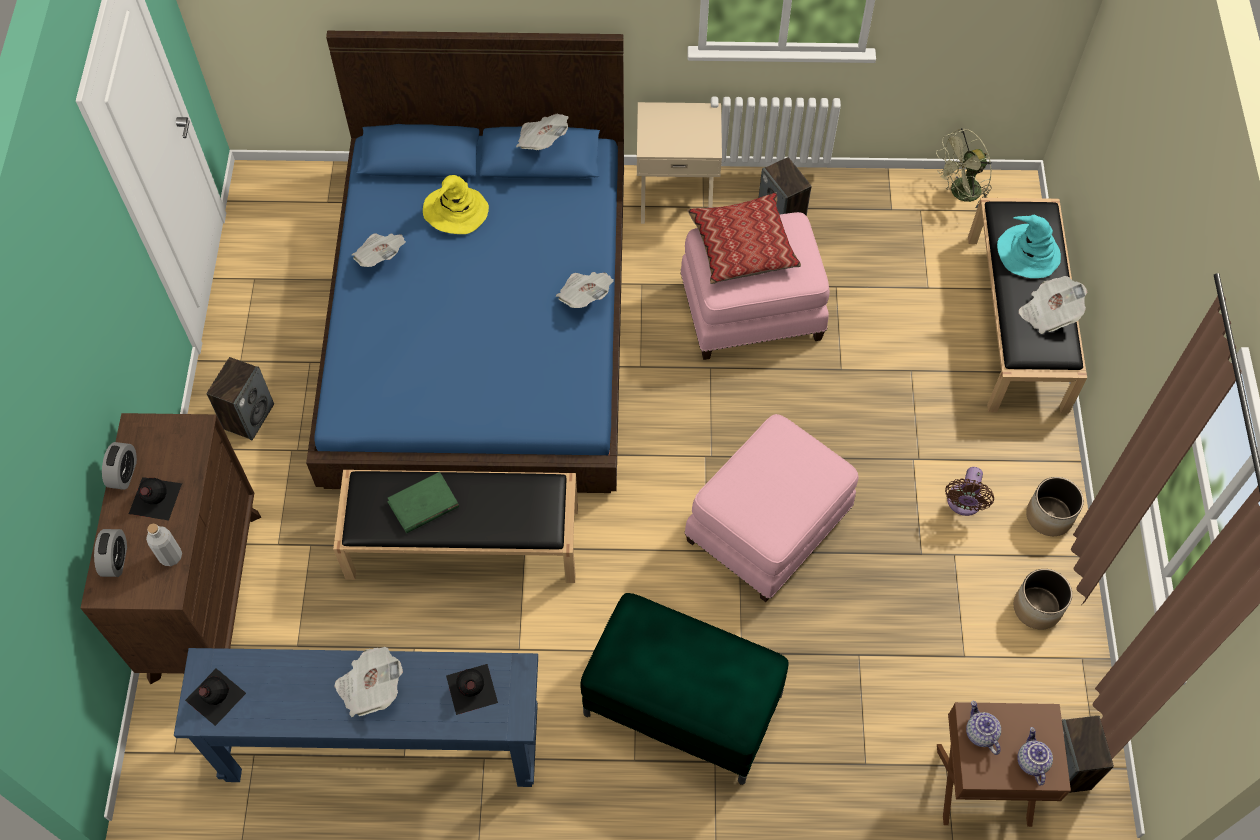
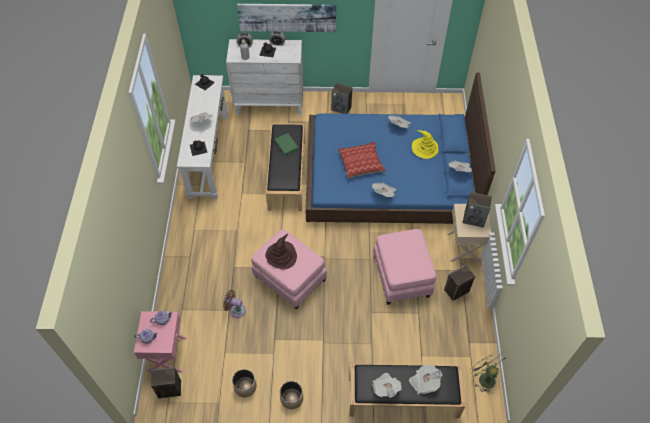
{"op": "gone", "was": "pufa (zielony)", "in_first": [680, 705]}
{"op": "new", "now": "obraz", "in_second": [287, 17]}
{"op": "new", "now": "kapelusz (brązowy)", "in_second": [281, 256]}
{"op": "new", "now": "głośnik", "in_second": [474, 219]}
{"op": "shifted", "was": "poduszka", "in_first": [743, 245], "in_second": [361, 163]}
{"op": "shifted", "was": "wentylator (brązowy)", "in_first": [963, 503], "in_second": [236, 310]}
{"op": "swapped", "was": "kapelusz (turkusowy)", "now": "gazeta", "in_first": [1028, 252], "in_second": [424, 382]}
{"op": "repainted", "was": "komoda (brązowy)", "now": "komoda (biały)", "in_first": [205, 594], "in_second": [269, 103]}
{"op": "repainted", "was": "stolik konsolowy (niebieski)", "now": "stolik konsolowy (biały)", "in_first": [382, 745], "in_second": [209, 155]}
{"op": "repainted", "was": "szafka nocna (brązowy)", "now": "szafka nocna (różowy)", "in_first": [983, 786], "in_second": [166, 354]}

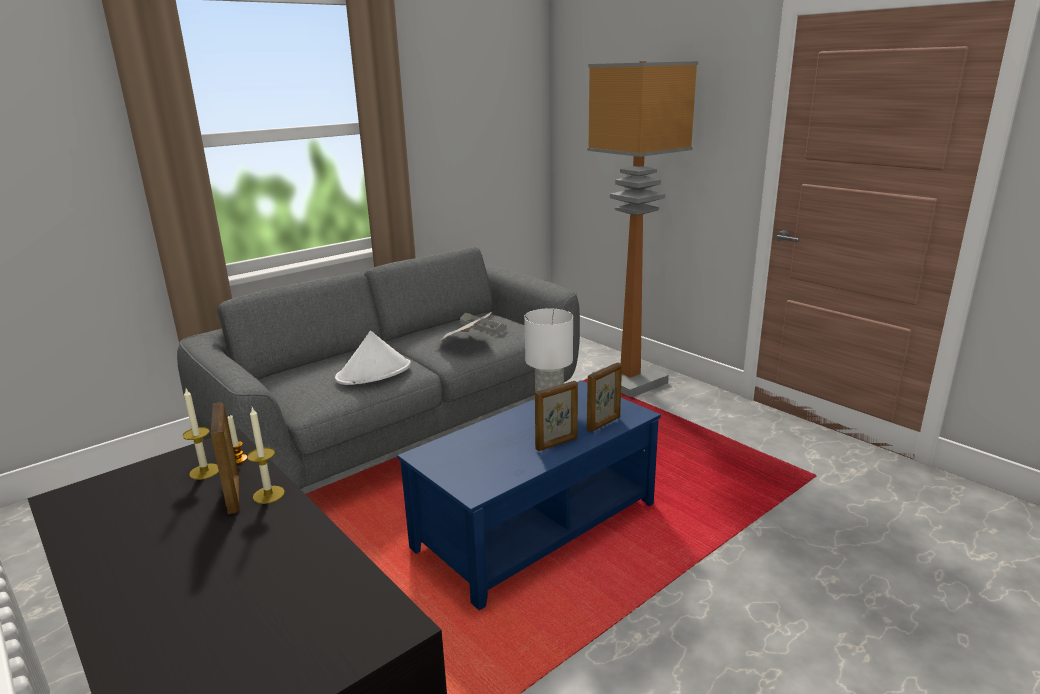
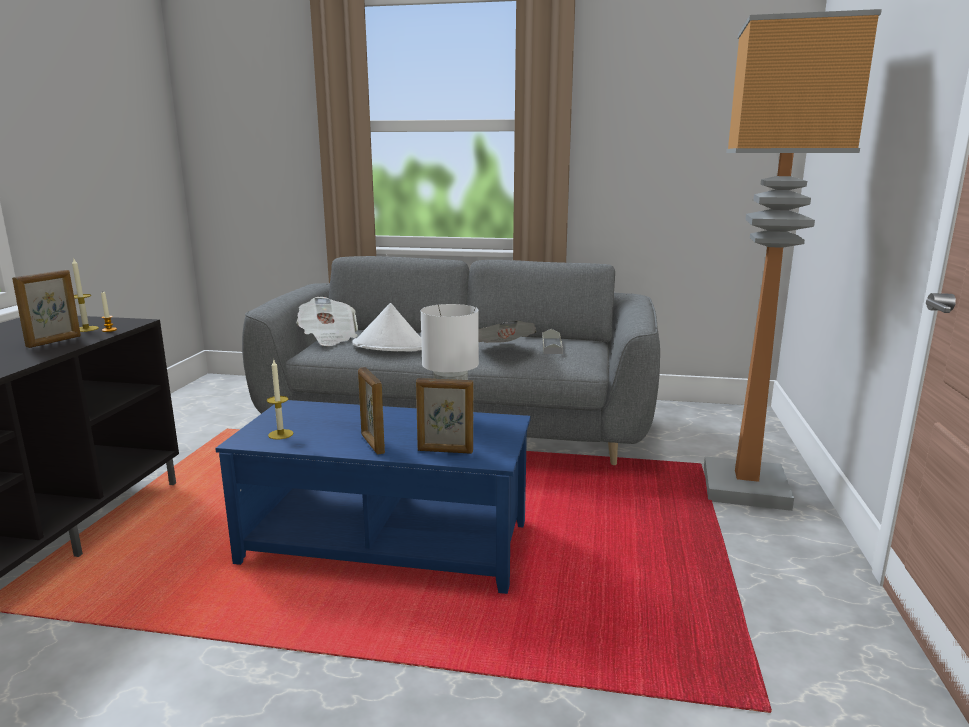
{"op": "new", "now": "gazeta", "in_second": [329, 338]}
{"op": "shifted", "was": "świeca", "in_first": [268, 494], "in_second": [280, 434]}
{"op": "rotated", "was": "ramka na zdjęcie", "in_first": [557, 444], "in_second": [372, 444], "clockwise": 45}

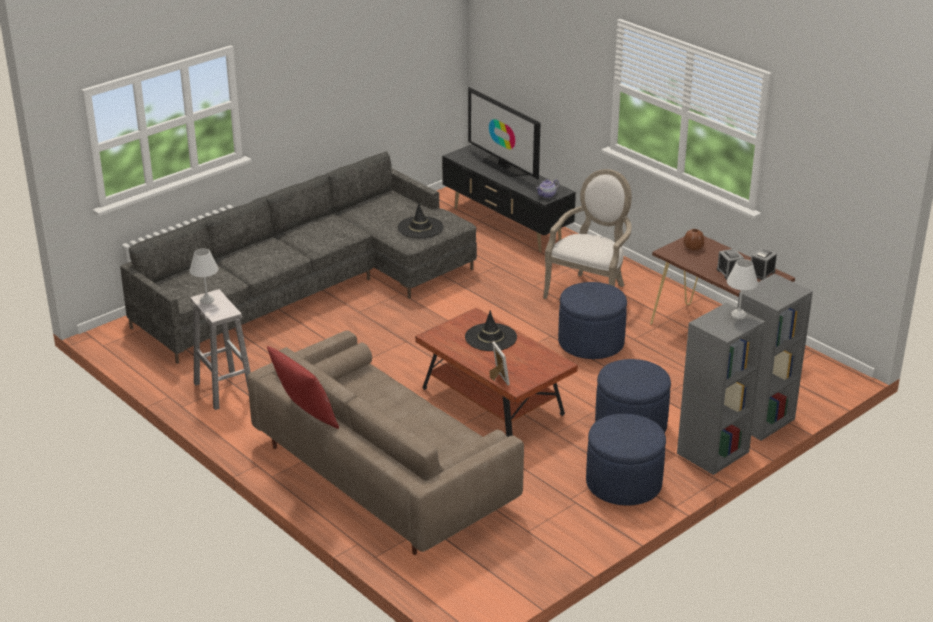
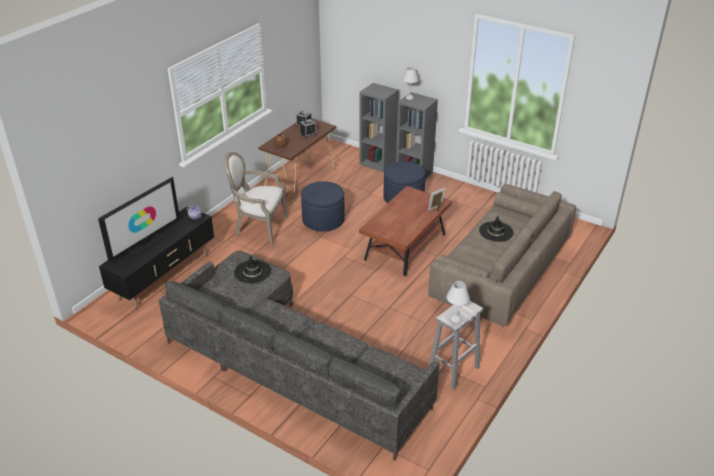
{"op": "gone", "was": "poduszka (czerwony)", "in_first": [305, 417]}
{"op": "gone", "was": "pufa (niebieski)", "in_first": [623, 484]}
{"op": "shifted", "was": "kapelusz (czarny)", "in_first": [490, 337], "in_second": [496, 232]}

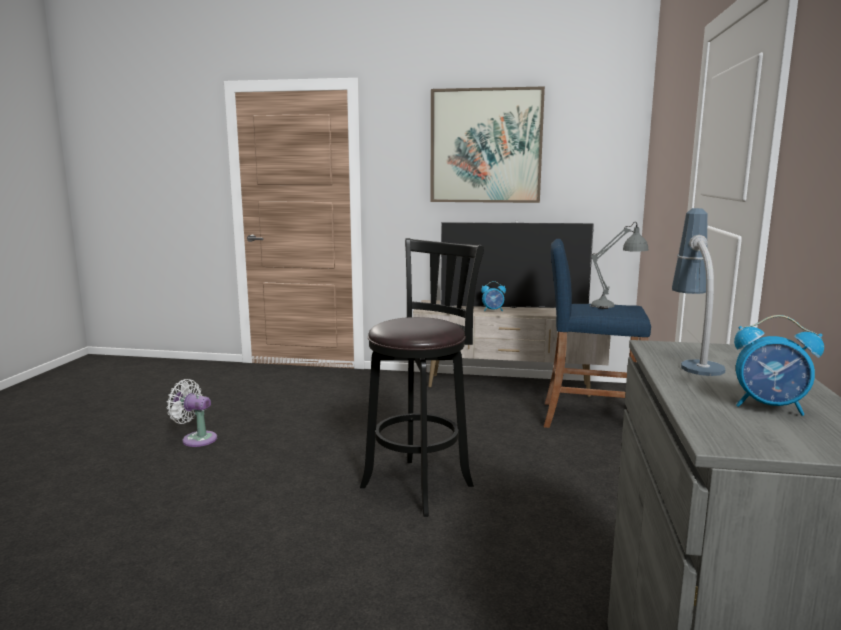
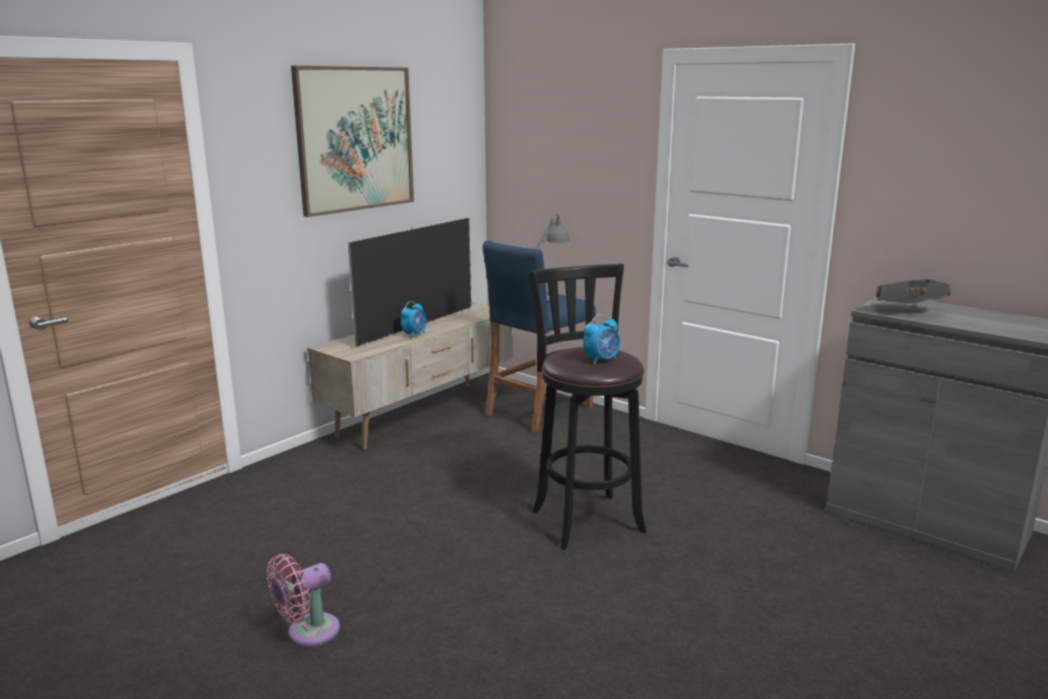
{"op": "shifted", "was": "budzik", "in_first": [770, 407], "in_second": [601, 360]}
{"op": "swapped", "was": "lampa stołowa", "now": "gazeta", "in_first": [692, 360], "in_second": [909, 311]}
{"op": "repainted", "was": "wentylator (biały)", "now": "wentylator (różowy)", "in_first": [196, 439], "in_second": [308, 633]}

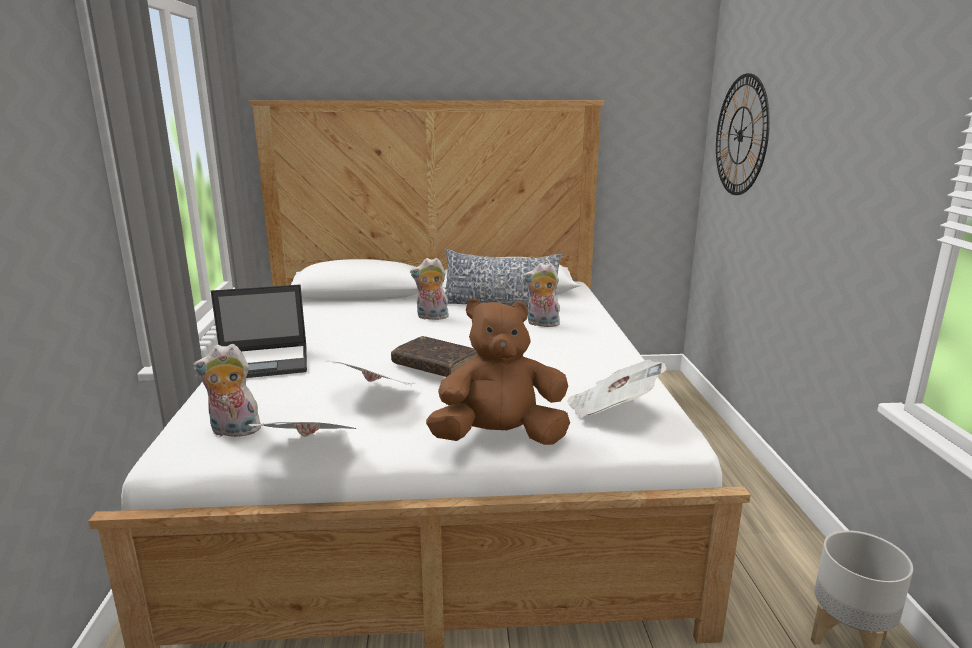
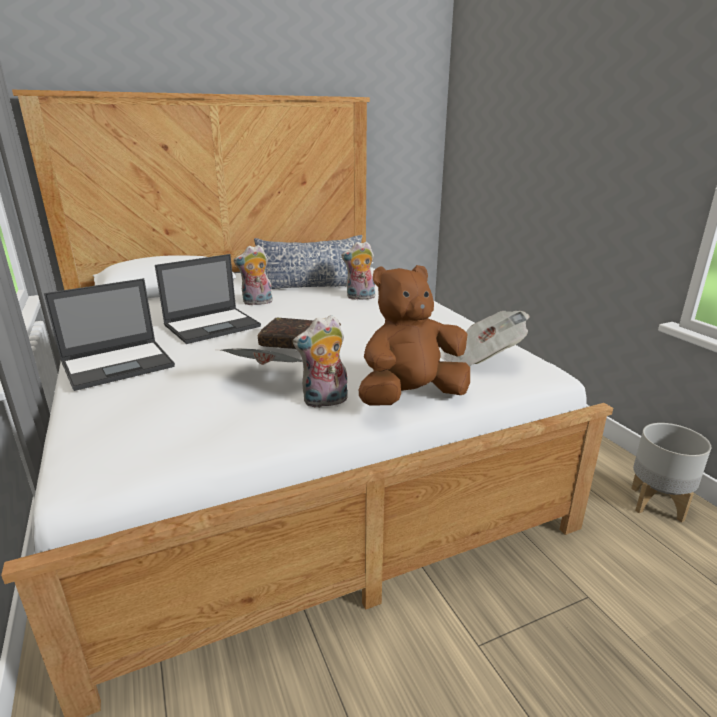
{"op": "gone", "was": "gazeta", "in_first": [310, 451]}
{"op": "gone", "was": "zegar ścienny", "in_first": [741, 135]}
{"op": "new", "now": "laptop", "in_second": [213, 325]}
{"op": "shifted", "was": "pluszak", "in_first": [233, 431], "in_second": [325, 401]}

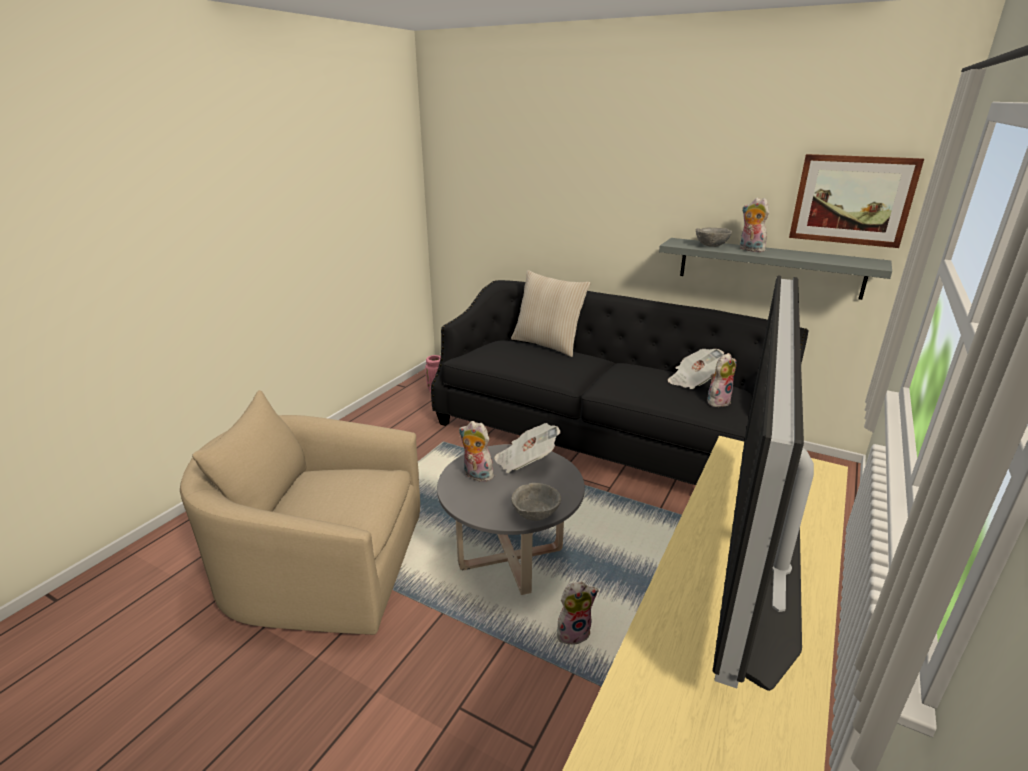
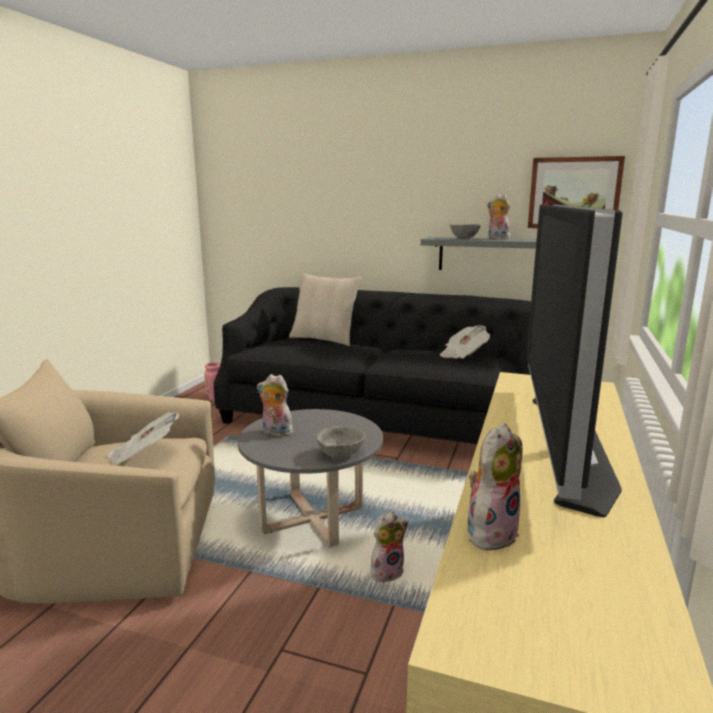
{"op": "shifted", "was": "gazeta", "in_first": [525, 462], "in_second": [144, 455]}
{"op": "shifted", "was": "pluszak", "in_first": [718, 401], "in_second": [490, 532]}

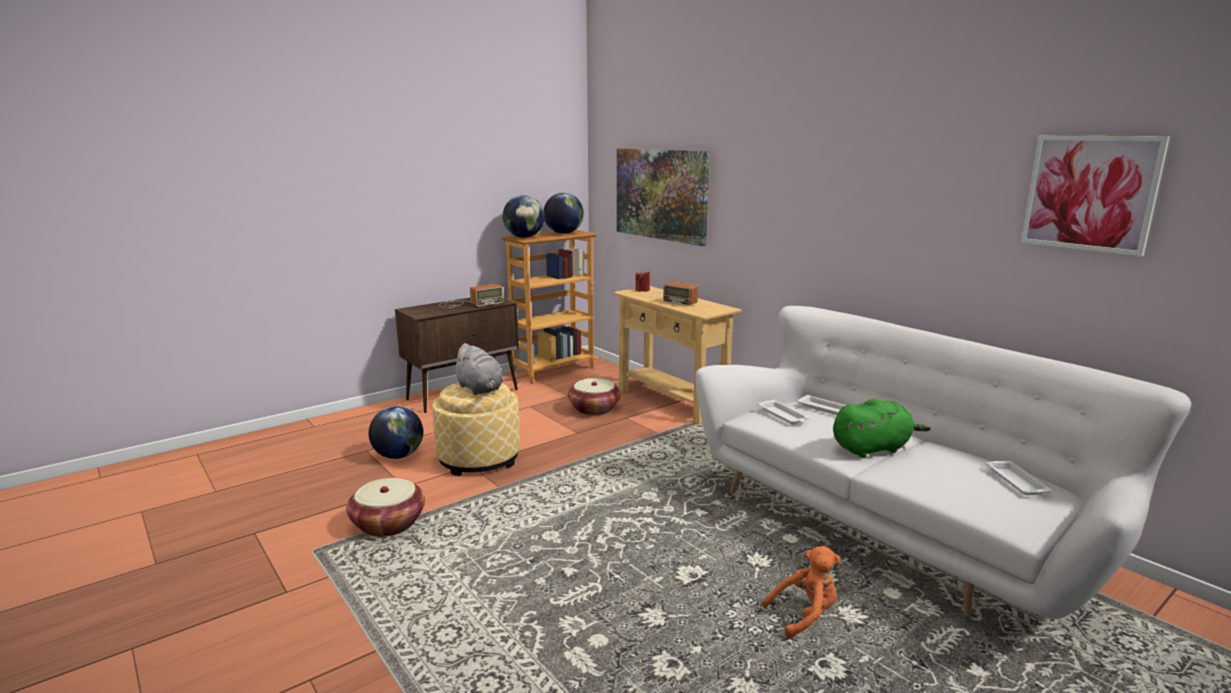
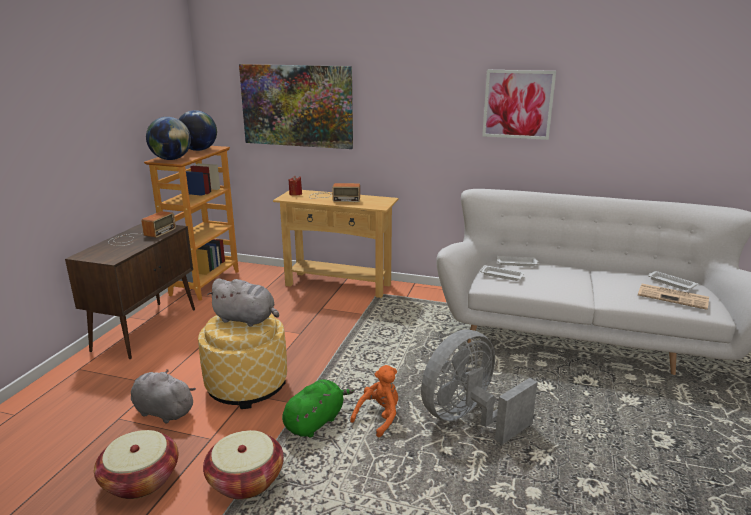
{"op": "new", "now": "wentylator (szary)", "in_second": [468, 419]}
{"op": "new", "now": "gazeta", "in_second": [674, 297]}
{"op": "shifted", "was": "koszyk", "in_first": [594, 409], "in_second": [141, 479]}
{"op": "shifted", "was": "pluszak (pomarańczowy)", "in_first": [804, 616], "in_second": [379, 417]}
{"op": "shifted", "was": "pluszak (zielony)", "in_first": [873, 448], "in_second": [315, 422]}
{"op": "shifted", "was": "obraz", "in_first": [1090, 193], "in_second": [518, 104]}
{"op": "swapped", "was": "globus", "now": "pluszak (szary)", "in_first": [398, 456], "in_second": [162, 411]}

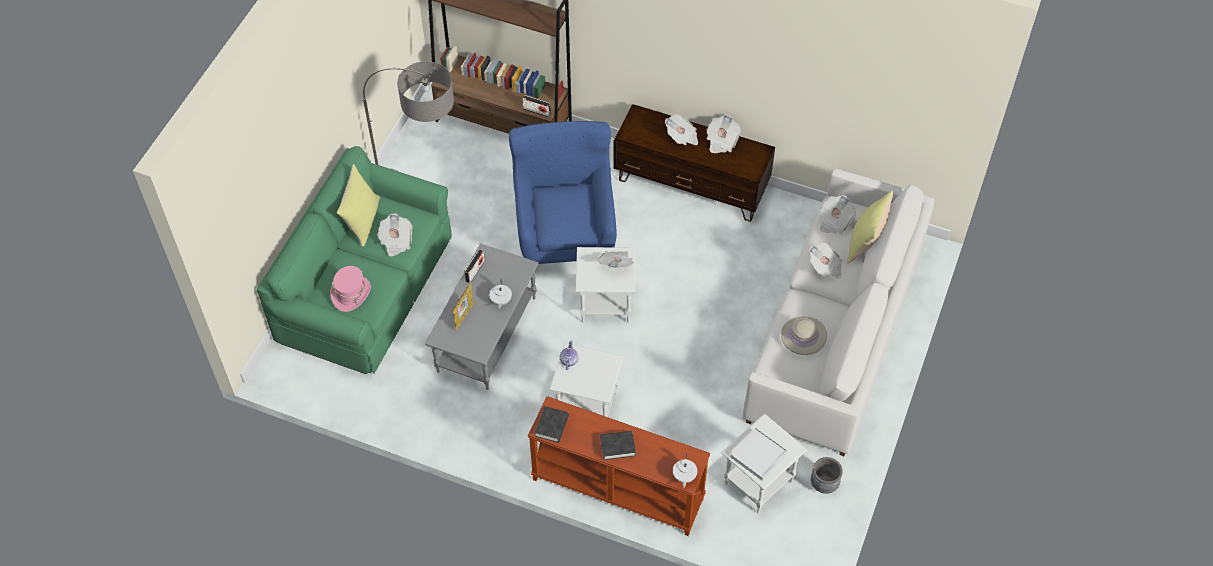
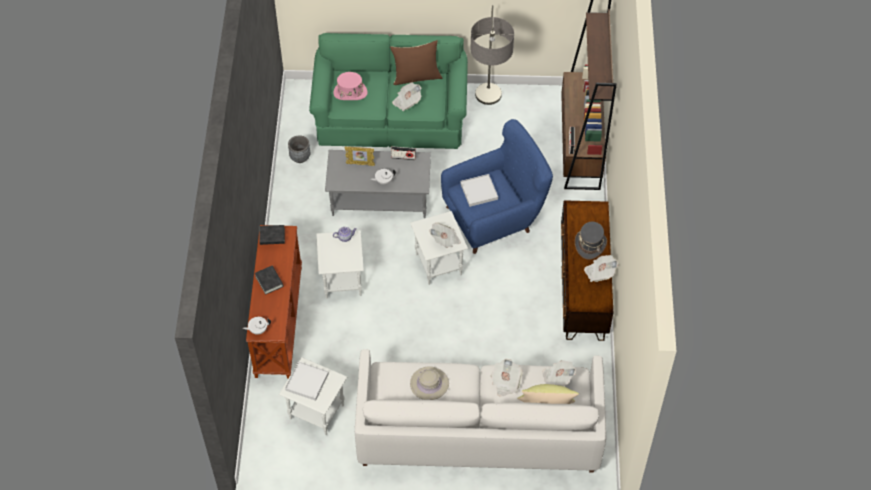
{"op": "new", "now": "taca (biały)", "in_second": [479, 191]}
{"op": "shifted", "was": "donica (szary)", "in_first": [824, 484], "in_second": [300, 157]}
{"op": "swapped", "was": "gazeta", "now": "kapelusz (szary)", "in_first": [682, 137], "in_second": [590, 244]}
{"op": "repainted", "was": "poduszka (żółty)", "now": "poduszka (brązowy)", "in_first": [362, 220], "in_second": [416, 76]}

